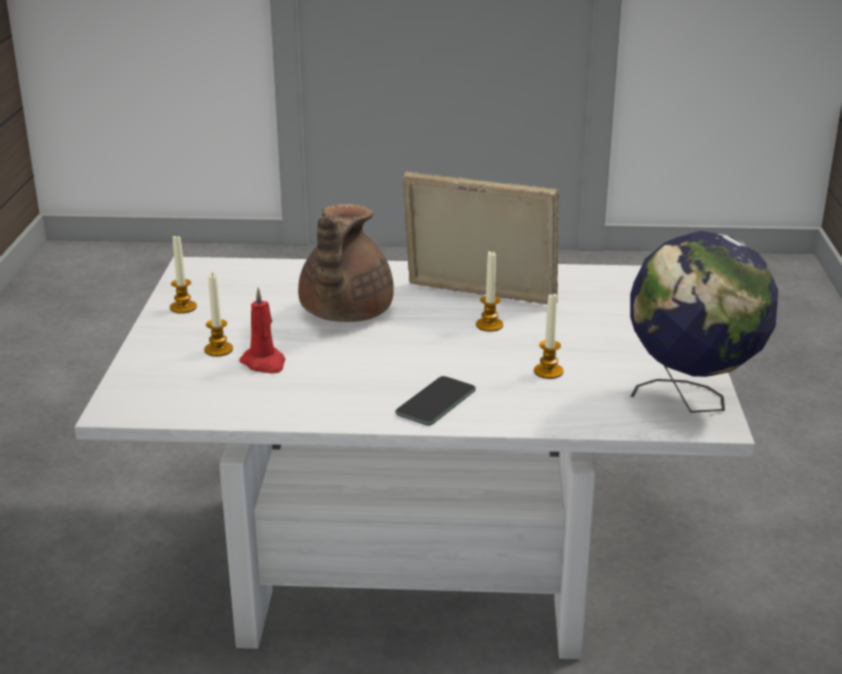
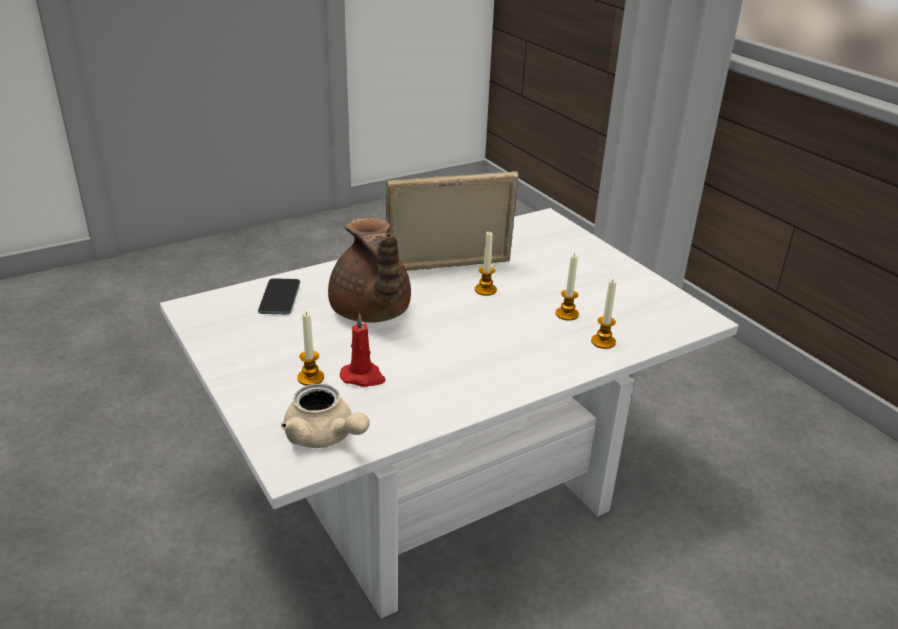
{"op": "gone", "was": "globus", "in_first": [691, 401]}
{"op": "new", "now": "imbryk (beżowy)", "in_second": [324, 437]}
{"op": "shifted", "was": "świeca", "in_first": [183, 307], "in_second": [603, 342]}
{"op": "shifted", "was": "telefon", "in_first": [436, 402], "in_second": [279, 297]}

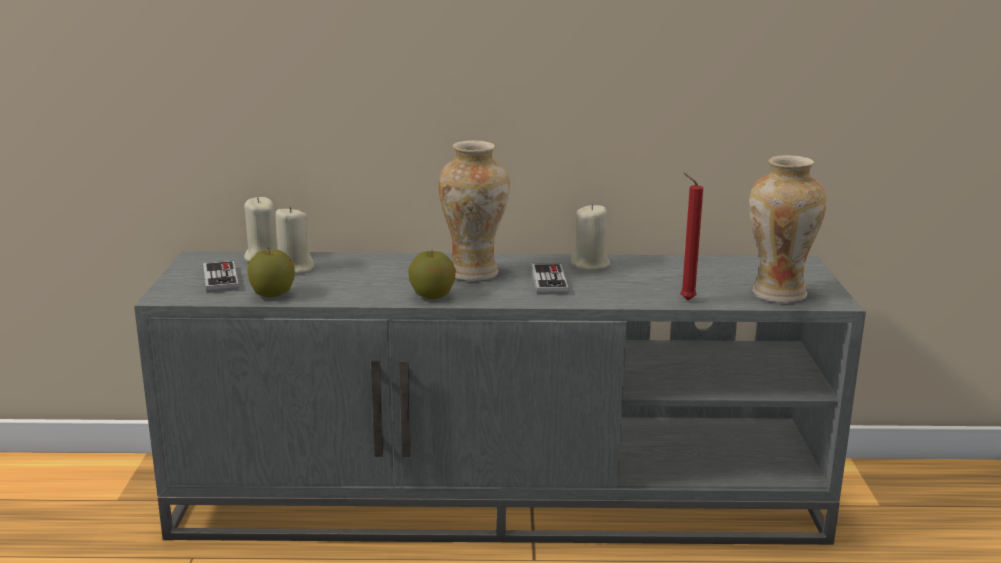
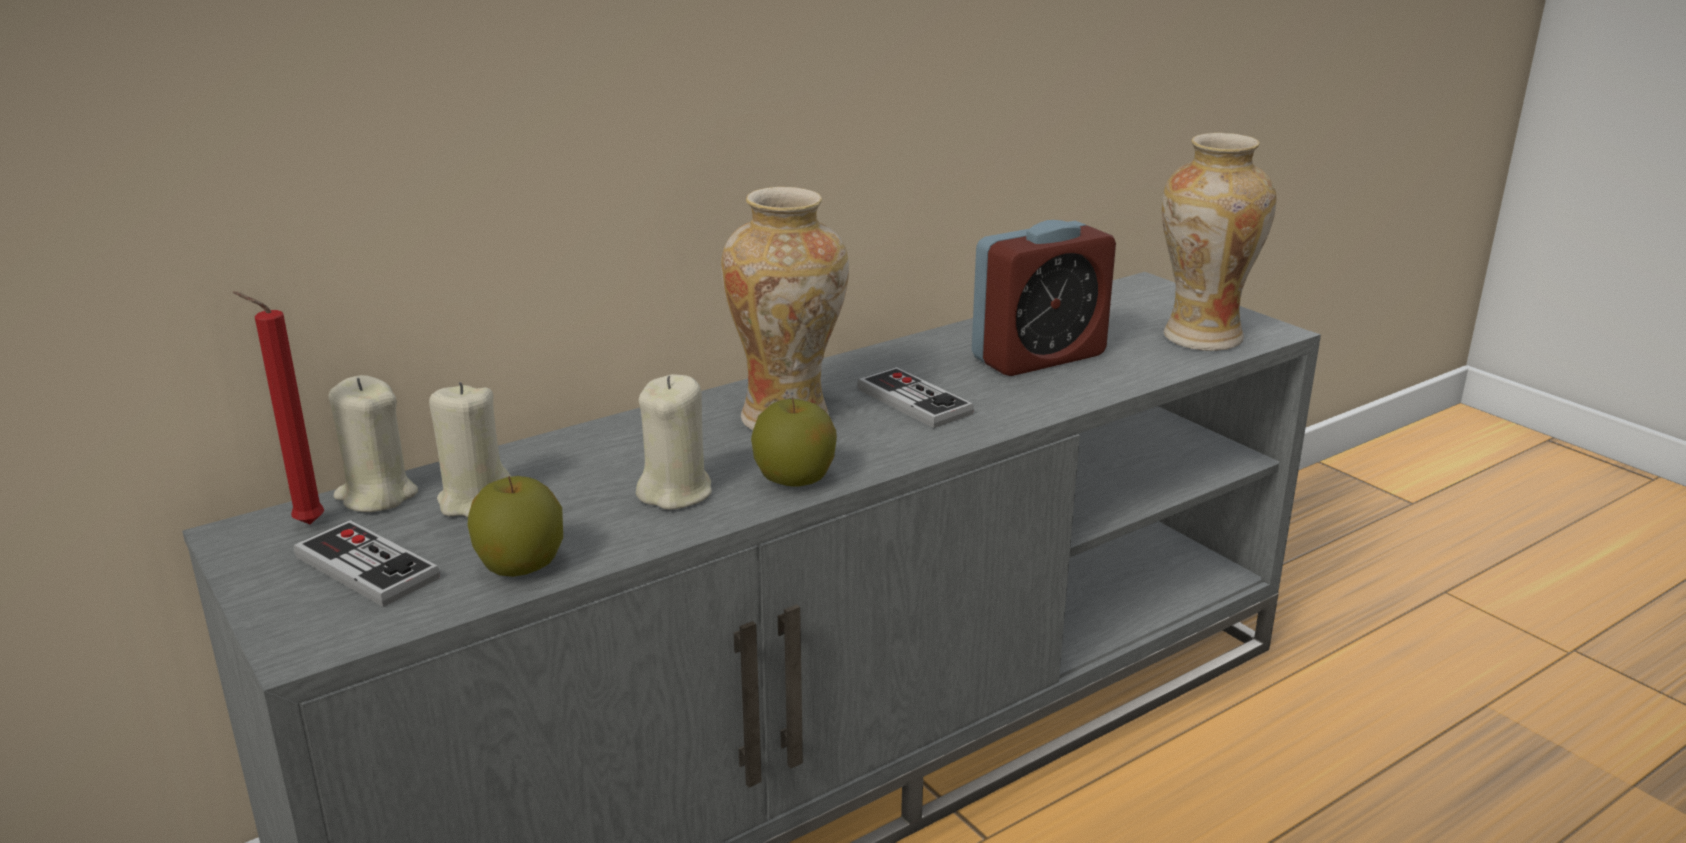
{"op": "new", "now": "budzik", "in_second": [1038, 357]}
{"op": "shifted", "was": "świeca (beżowy)", "in_first": [590, 265], "in_second": [676, 492]}
{"op": "shifted", "was": "świeca (czerwony)", "in_first": [685, 300], "in_second": [304, 524]}

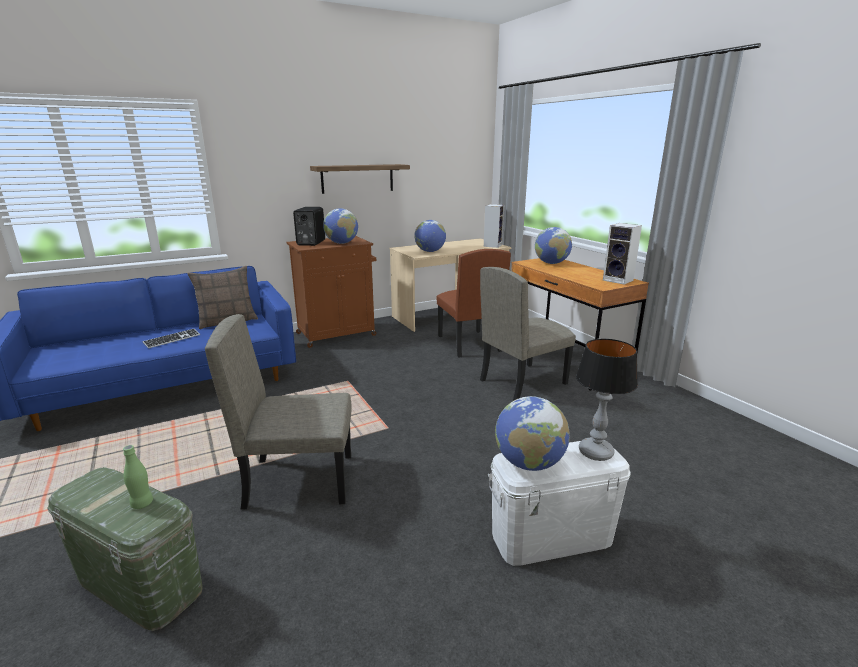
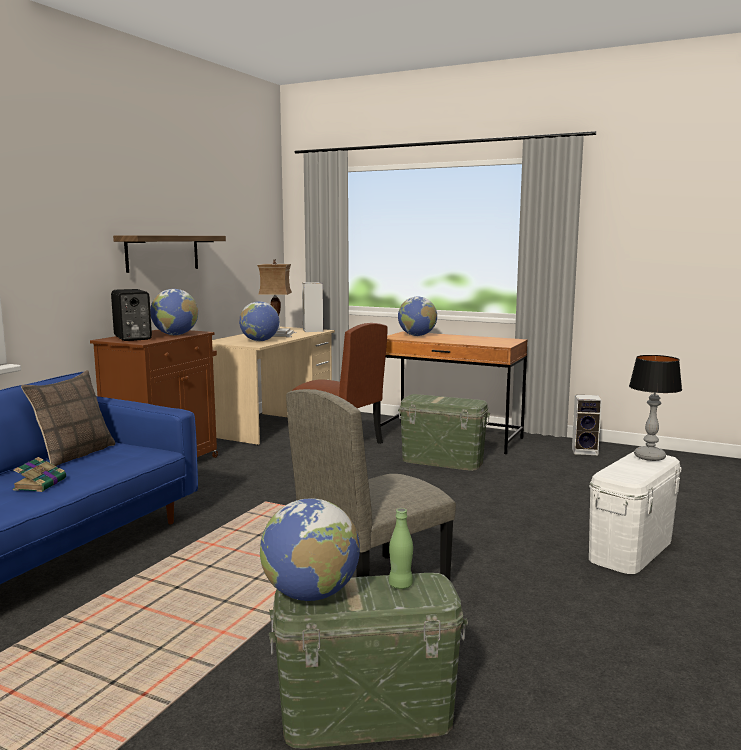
{"op": "new", "now": "lampa stołowa", "in_second": [277, 334]}
{"op": "shifted", "was": "globus", "in_first": [529, 463], "in_second": [310, 594]}
{"op": "shifted", "was": "głośnik", "in_first": [619, 280], "in_second": [585, 451]}
{"op": "swapped", "was": "klawiatura", "now": "książka", "in_first": [172, 339], "in_second": [41, 484]}
{"op": "swapped", "was": "krzesło (beżowy)", "now": "pojemnik do przechowywania (zielony)", "in_first": [522, 382], "in_second": [442, 461]}

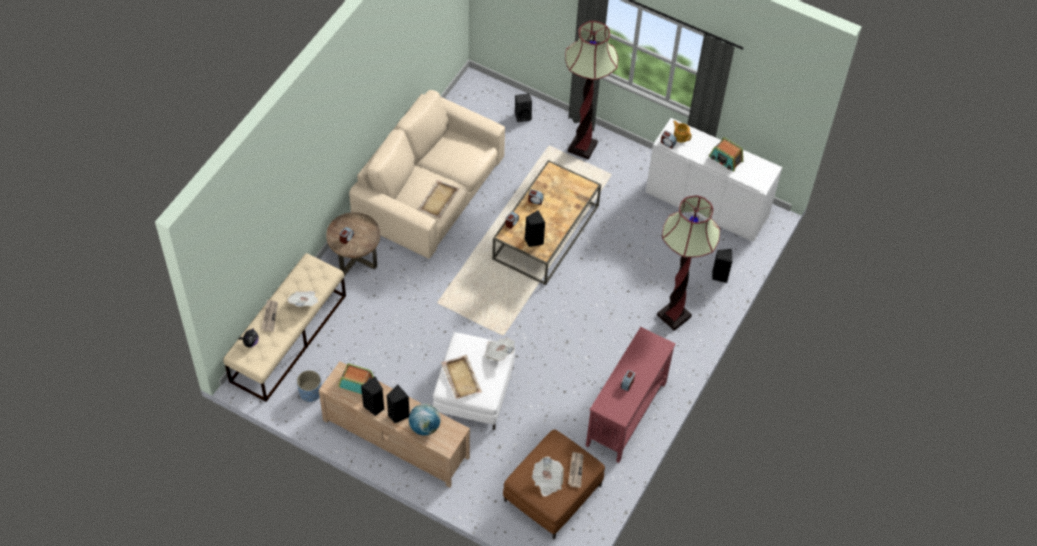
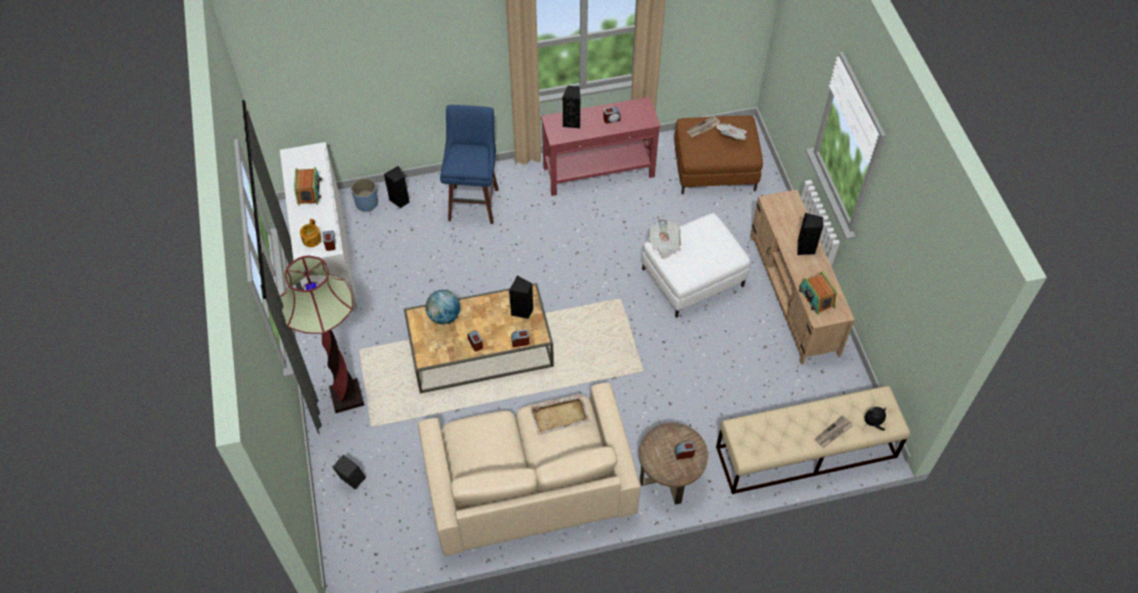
{"op": "gone", "was": "gazeta", "in_first": [304, 303]}
{"op": "gone", "was": "taca (beżowy)", "in_first": [461, 377]}
{"op": "shifted", "was": "donica (niebieski)", "in_first": [310, 393], "in_second": [367, 203]}
{"op": "shifted", "was": "głośnik (czarny)", "in_first": [374, 407], "in_second": [572, 122]}
{"op": "shifted", "was": "globus", "in_first": [425, 427], "in_second": [444, 316]}
{"op": "swapped", "was": "lampa stojąca", "now": "stołek (niebieski)", "in_first": [673, 316], "in_second": [474, 203]}

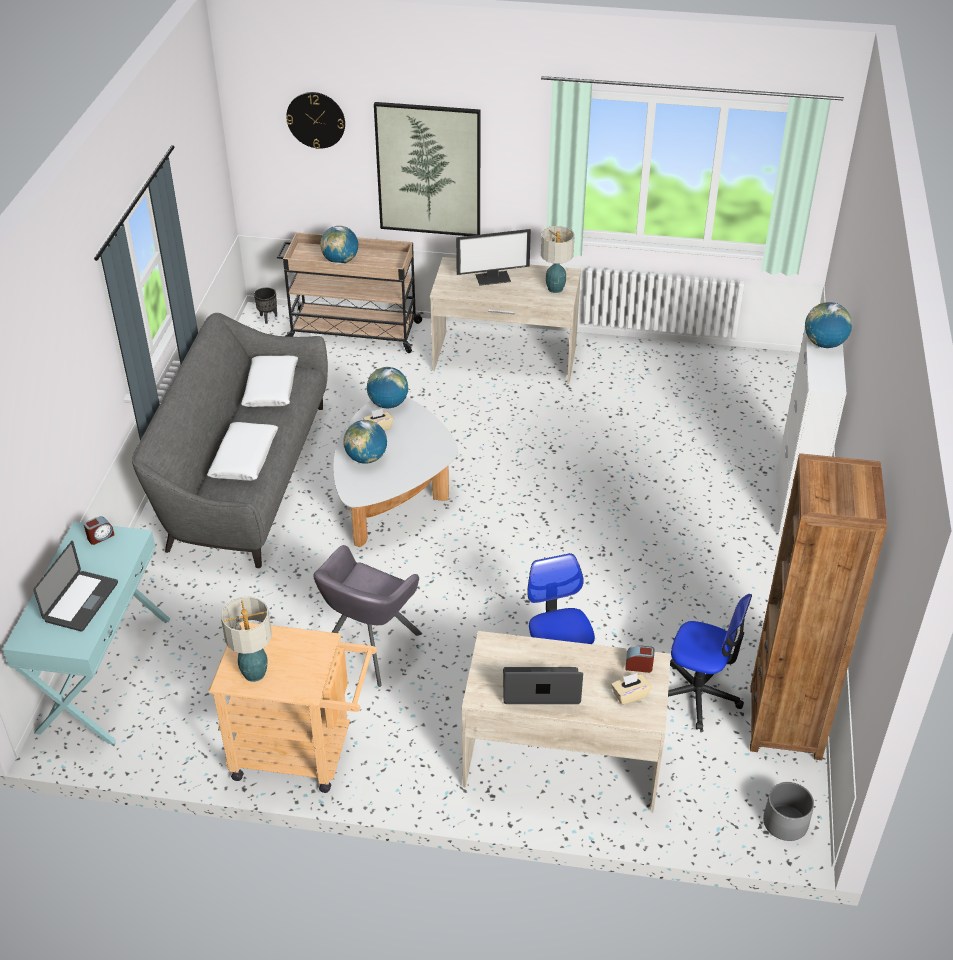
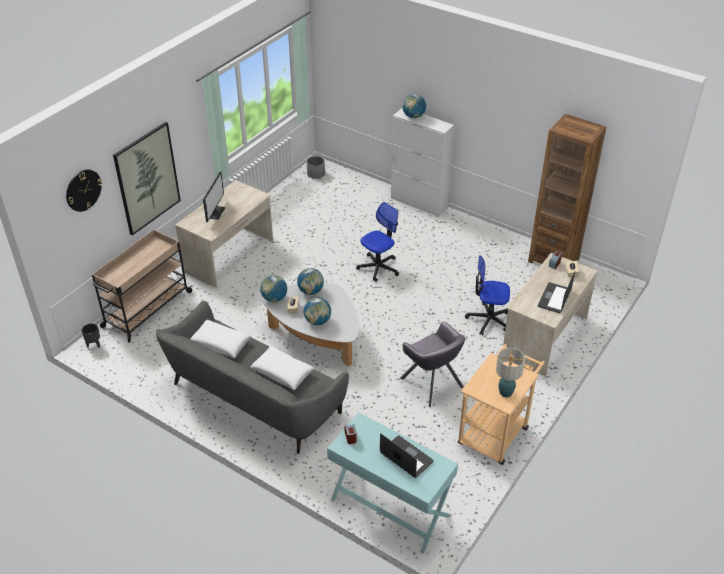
{"op": "gone", "was": "lampa stołowa", "in_first": [555, 289]}
{"op": "shifted", "was": "globus", "in_first": [340, 261], "in_second": [311, 291]}
{"op": "shifted", "was": "krzesło biurowe", "in_first": [699, 694], "in_second": [378, 267]}
{"op": "shifted", "was": "donica (szary)", "in_first": [785, 822], "in_second": [316, 174]}

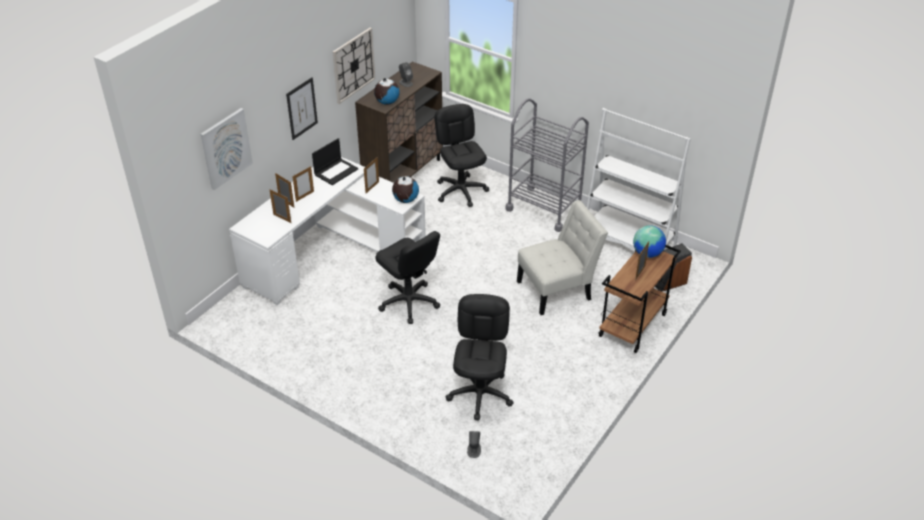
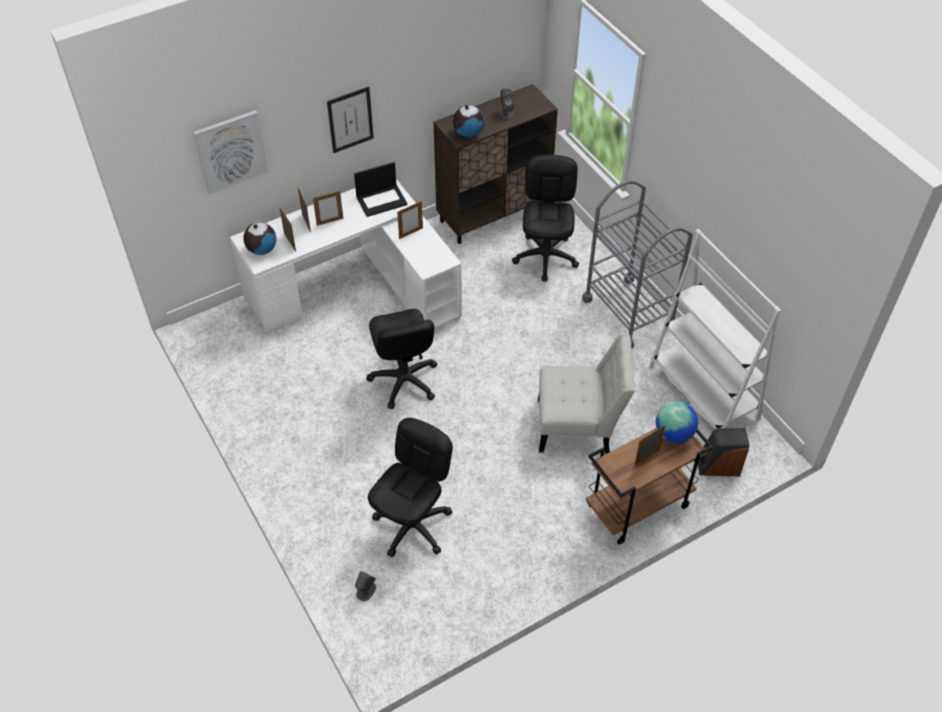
{"op": "gone", "was": "zegar ścienny", "in_first": [353, 65]}
{"op": "shifted", "was": "globus", "in_first": [405, 200], "in_second": [261, 249]}

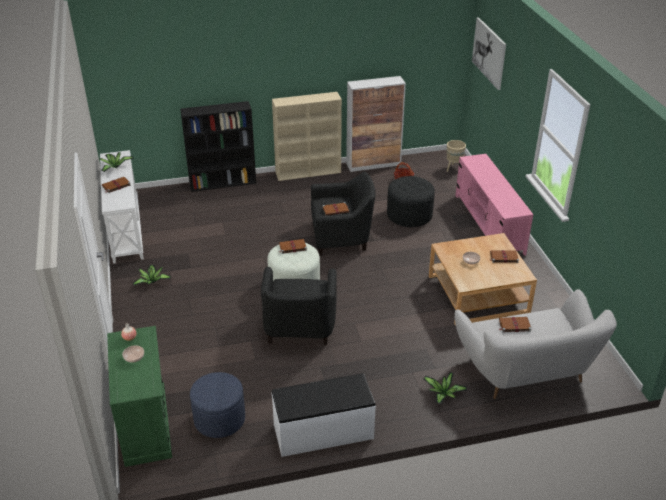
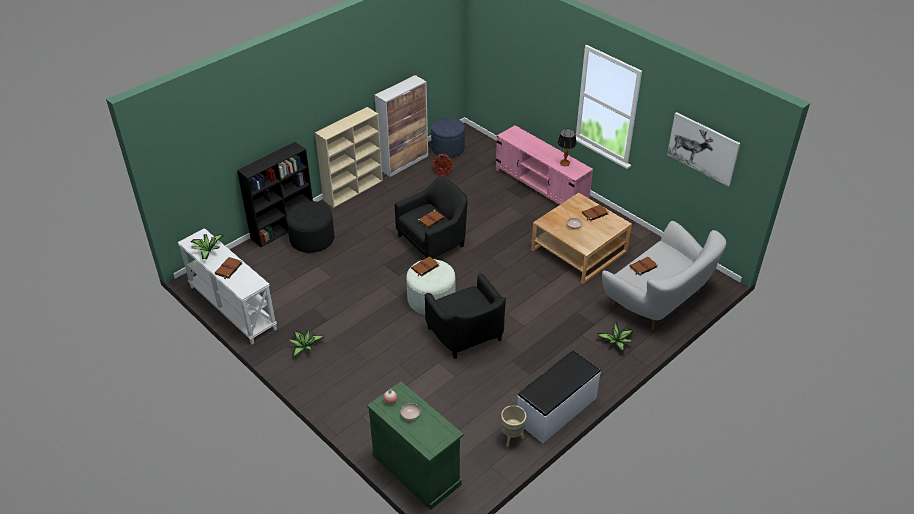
{"op": "new", "now": "lampa stołowa", "in_second": [565, 163]}
{"op": "shifted", "was": "pufa (niebieski)", "in_first": [219, 419], "in_second": [448, 148]}
{"op": "shifted", "was": "pufa (czarny)", "in_first": [409, 215], "in_second": [312, 238]}
{"op": "shifted", "was": "donica (beżowy)", "in_first": [453, 169], "in_second": [511, 438]}
{"op": "shifted", "was": "obraz", "in_first": [489, 53], "in_second": [703, 148]}

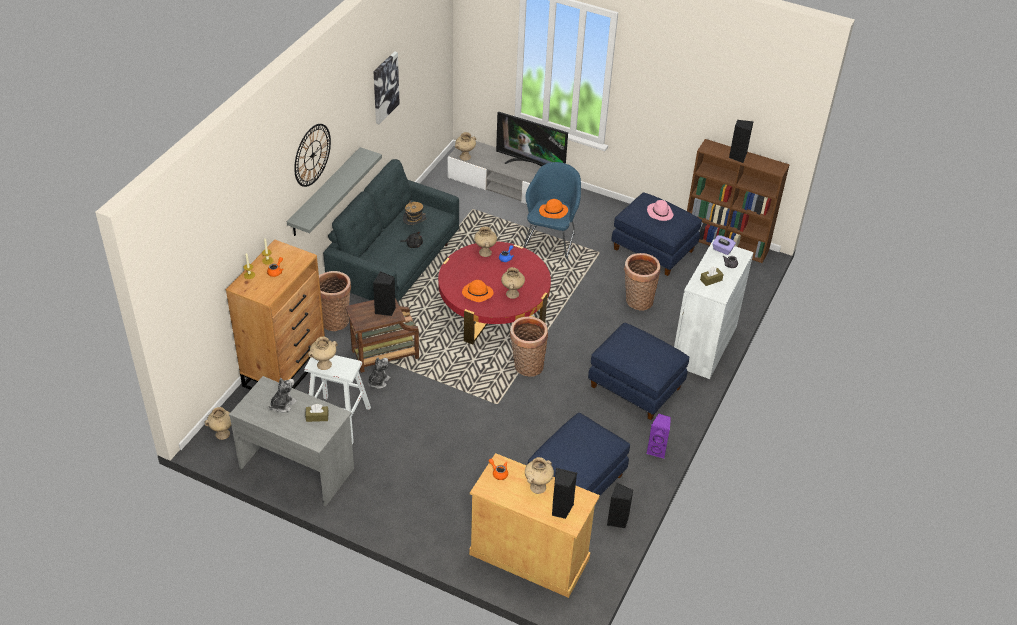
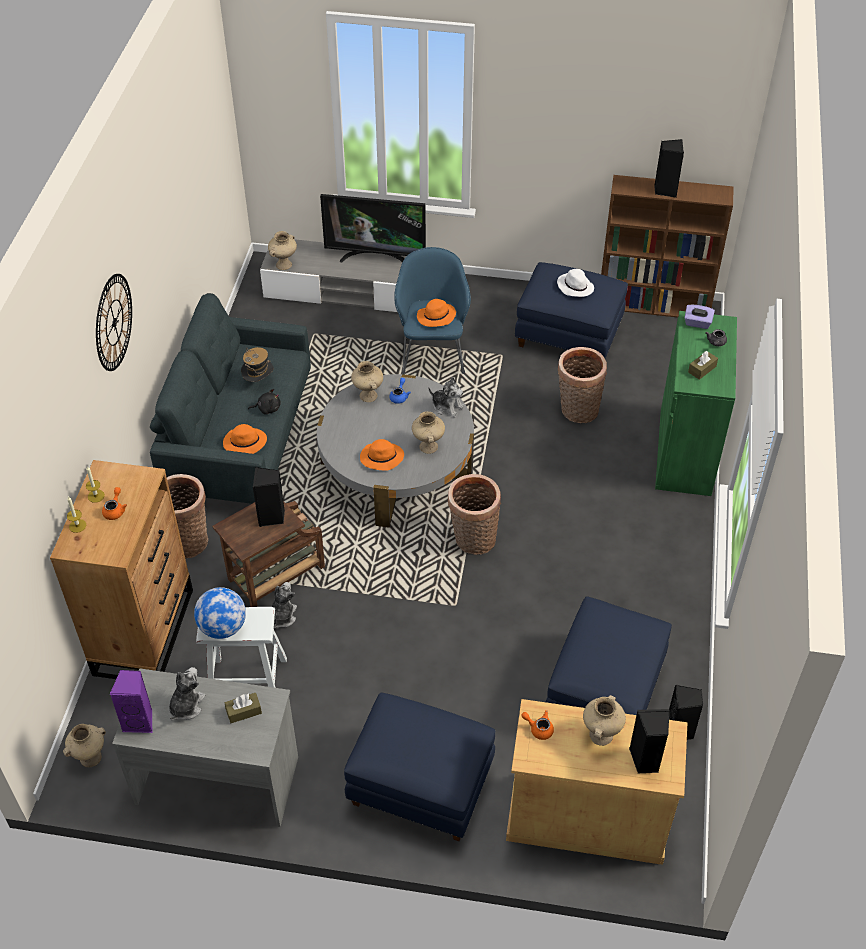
{"op": "gone", "was": "półka (szary)", "in_first": [325, 192]}
{"op": "gone", "was": "obraz", "in_first": [385, 87]}
{"op": "new", "now": "kapelusz (pomarańczowy)", "in_second": [244, 443]}
{"op": "new", "now": "pluszak", "in_second": [447, 406]}
{"op": "shifted", "was": "pufa (niebieski)", "in_first": [634, 387], "in_second": [420, 787]}
{"op": "shifted", "was": "głośnik (fioletowy)", "in_first": [657, 450], "in_second": [140, 721]}
{"op": "swapped", "was": "wazon (beżowy)", "now": "globus", "in_first": [324, 365], "in_second": [223, 627]}
{"op": "repainted", "was": "ława (czerwony)", "now": "ława (szary)", "in_first": [493, 308], "in_second": [396, 469]}
{"op": "repainted", "was": "kapelusz (różowy)", "now": "kapelusz (biały)", "in_first": [659, 213], "in_second": [574, 286]}
{"op": "repainted", "was": "szafka (biały)", "now": "szafka (zielony)", "in_first": [704, 346], "in_second": [685, 451]}

